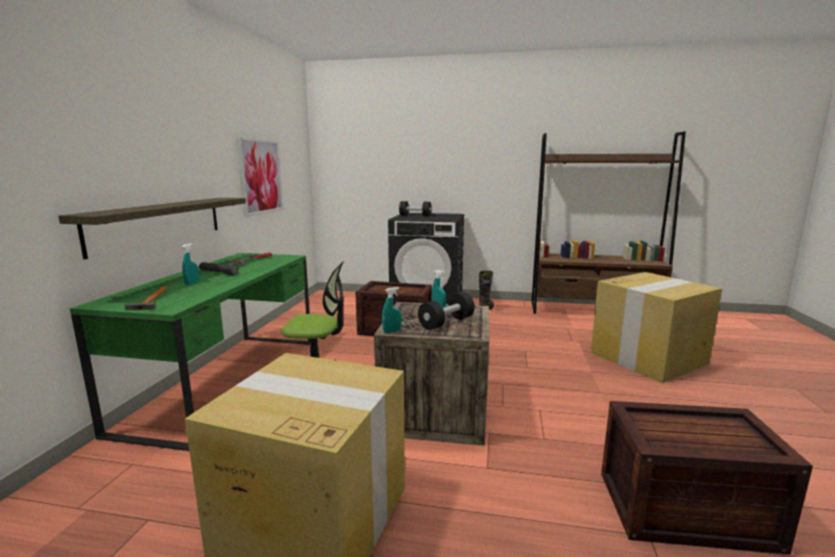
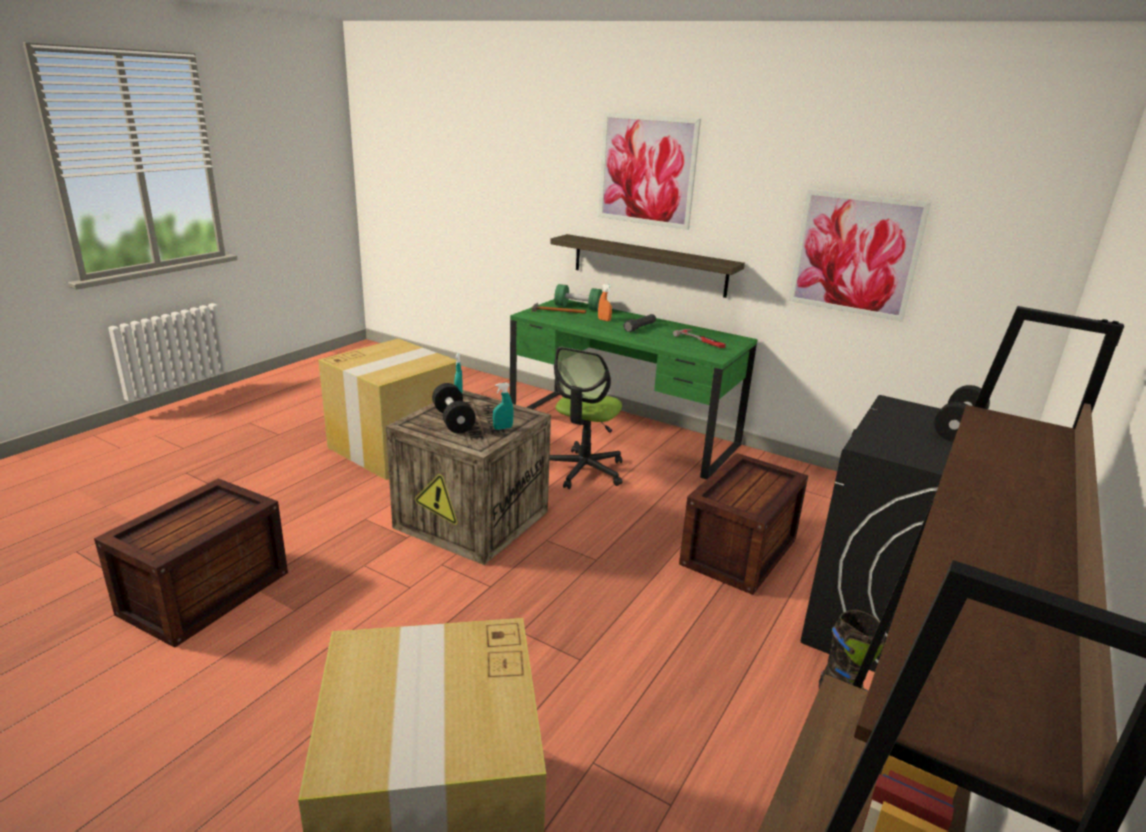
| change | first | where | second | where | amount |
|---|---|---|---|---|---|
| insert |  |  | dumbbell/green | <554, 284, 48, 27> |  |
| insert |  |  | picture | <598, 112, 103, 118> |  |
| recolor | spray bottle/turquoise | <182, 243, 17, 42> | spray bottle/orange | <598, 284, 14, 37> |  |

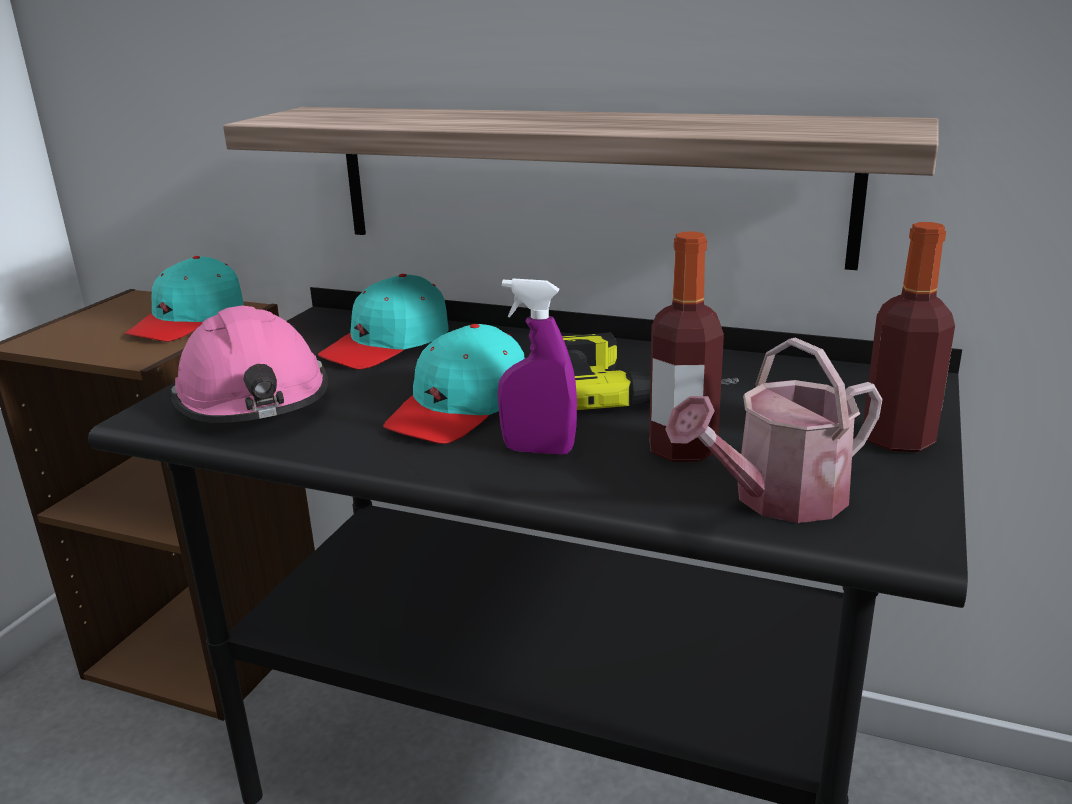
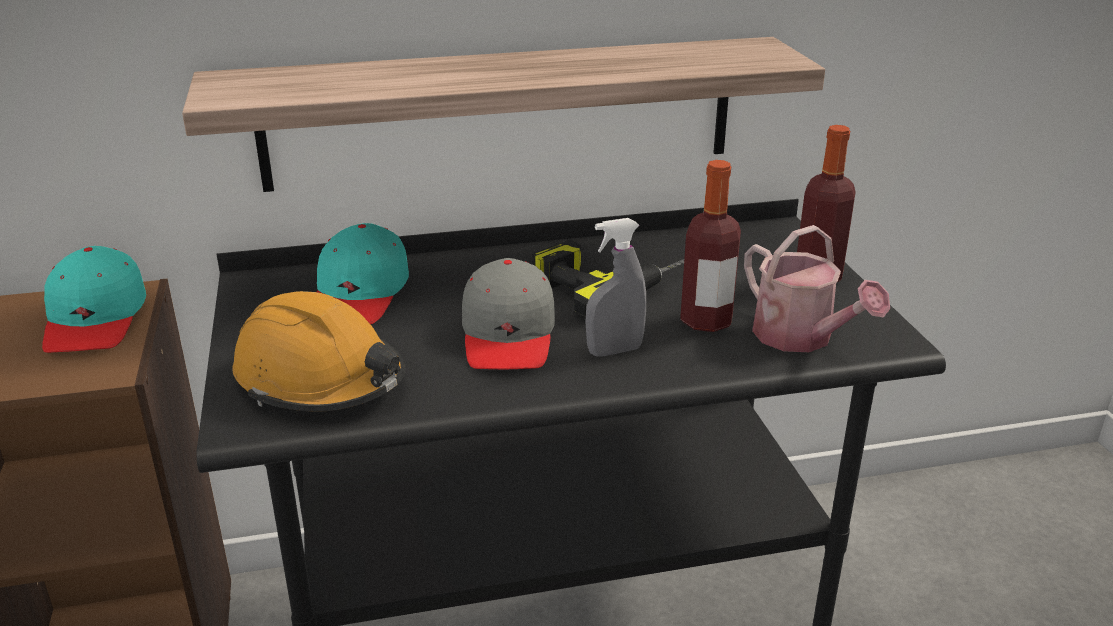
| change | first | where | second | where | amount |
|---|---|---|---|---|---|
| recolor | hard hat/pink | <170, 306, 158, 117> | hard hat/orange | <233, 291, 173, 121> |  |
| recolor | cap/turquoise | <383, 324, 142, 120> | cap/grey | <462, 258, 93, 111> |  |
| recolor | spray bottle/purple | <498, 278, 79, 177> | spray bottle/grey | <586, 218, 60, 139> |  |
| rotate | watering can | <665, 338, 218, 185> |  | <744, 225, 146, 127> | 60 degrees counterclockwise |

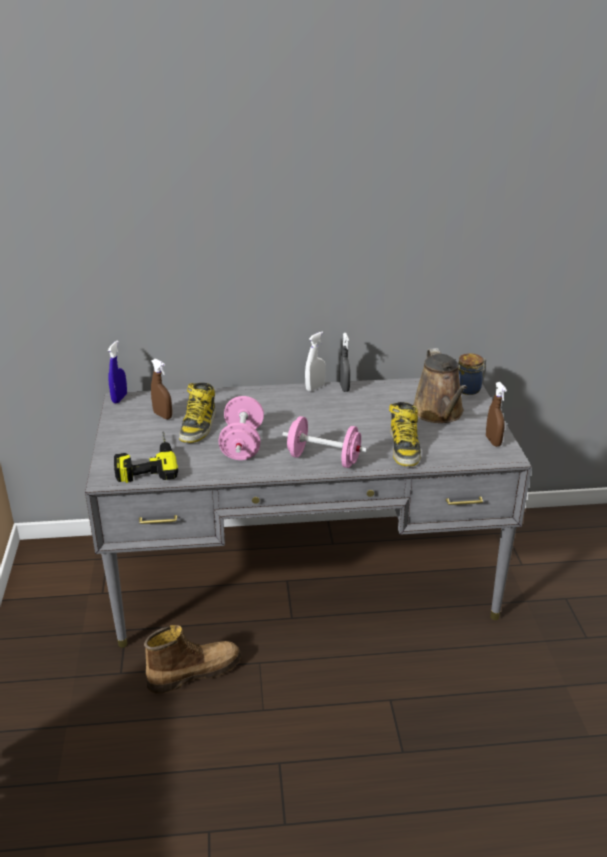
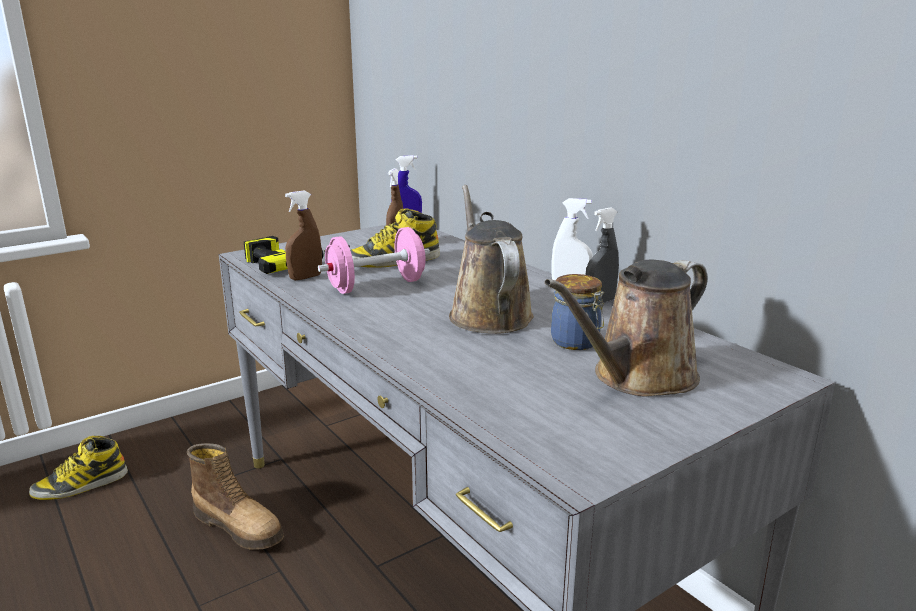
| change | first | where | second | where | amount |
|---|---|---|---|---|---|
| delete | dumbbell/pink | <282, 416, 85, 52> |  |  |  |
| insert |  |  | watering can/brown | <449, 185, 85, 149> |  |
| move | boot | <389, 402, 32, 64> |  | <29, 436, 99, 64> |  |
| move | jar | <458, 353, 28, 42> |  | <551, 274, 53, 76> |  |
| move | spray bottle/brown | <486, 382, 21, 65> |  | <285, 191, 37, 89> |  |

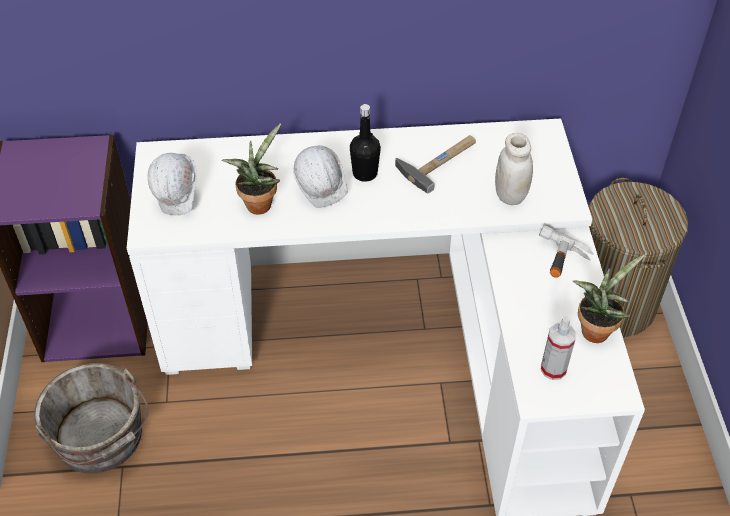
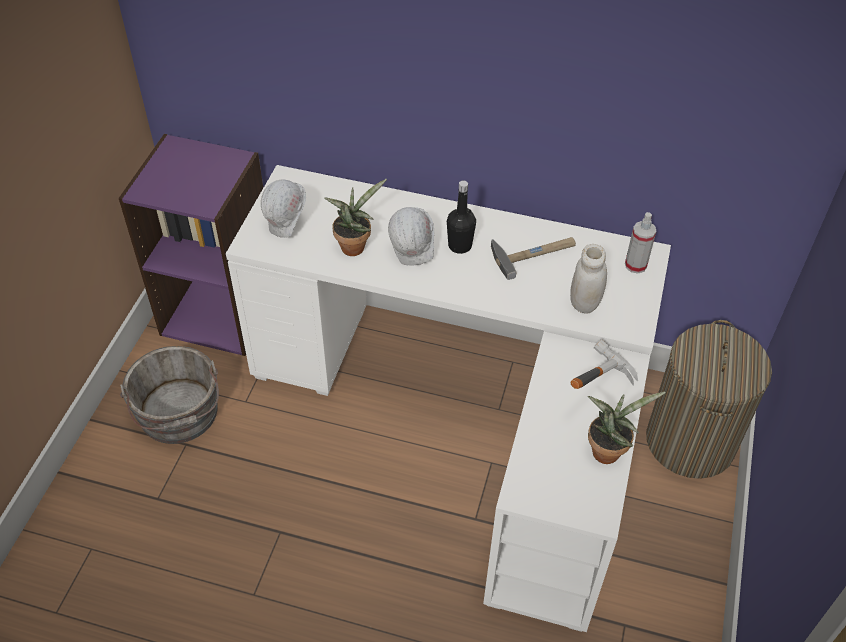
| change | first | where | second | where | amount |
|---|---|---|---|---|---|
| move | spray bottle | <541, 316, 35, 64> |  | <625, 212, 31, 62> |  |

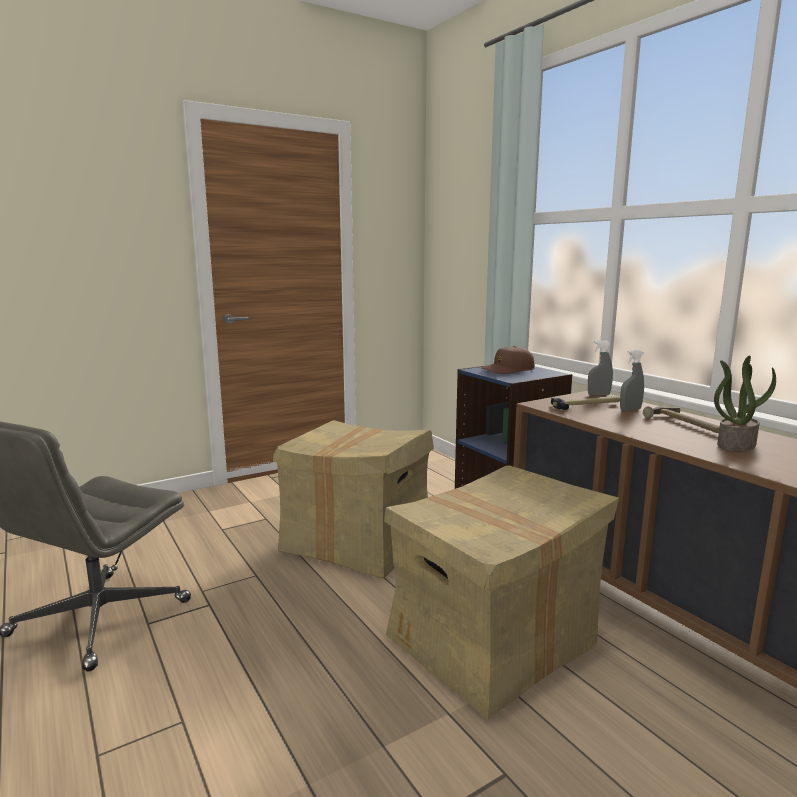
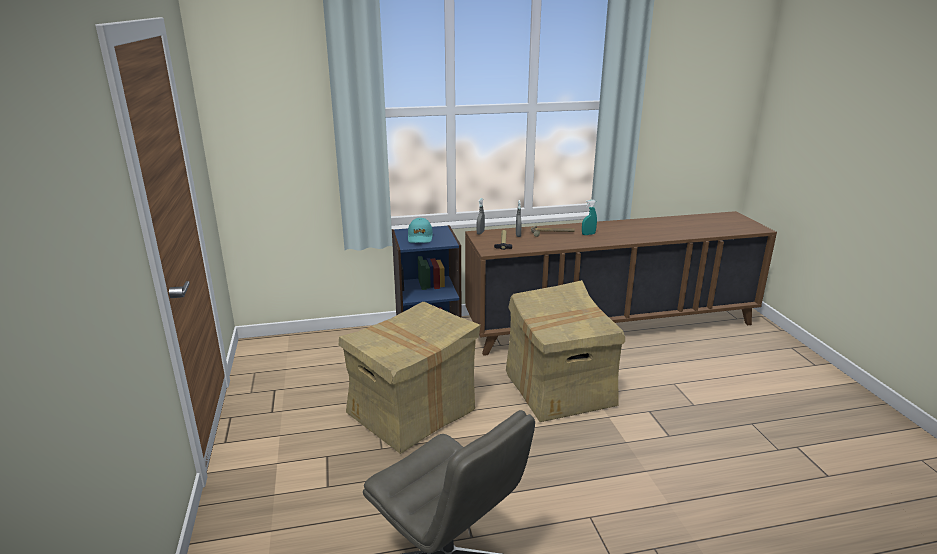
| change | first | where | second | where | amount |
|---|---|---|---|---|---|
| replace | potted plant | <714, 356, 62, 95> | spray bottle/turquoise | <582, 200, 15, 35> |  |
| recolor | cap/brown | <481, 346, 54, 28> | cap/turquoise | <408, 218, 25, 25> |  |

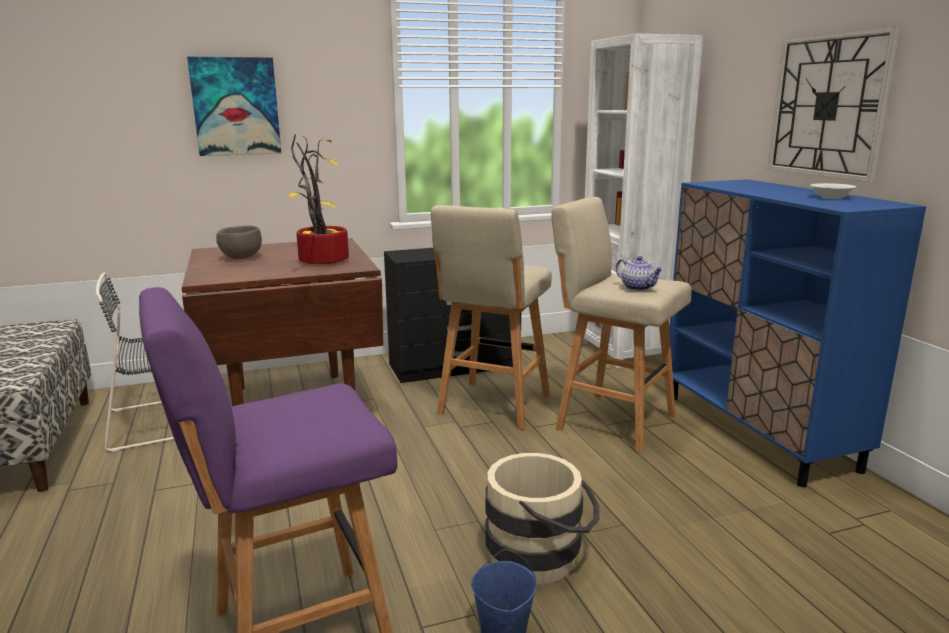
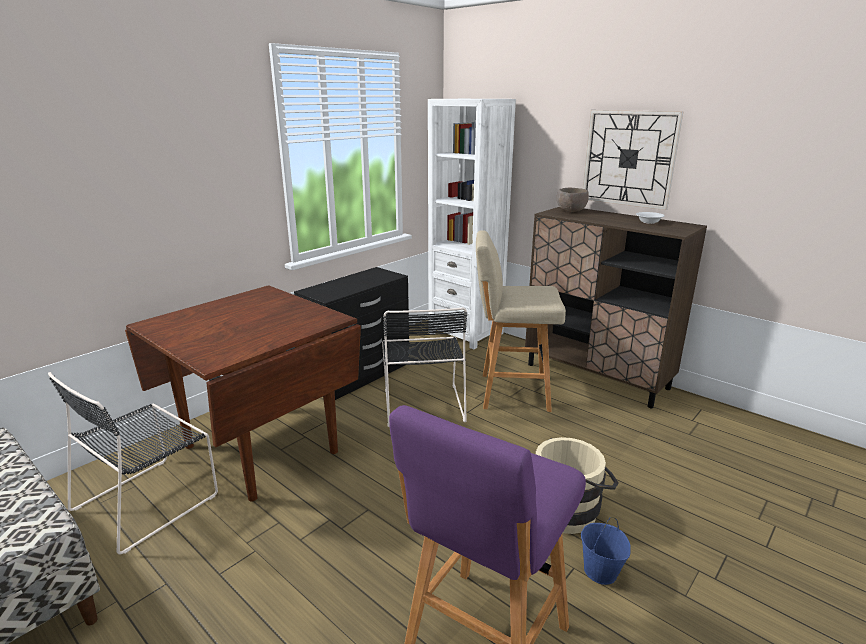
| change | first | where | second | where | amount |
|---|---|---|---|---|---|
| delete | picture | <187, 56, 94, 100> |  |  |  |
| delete | potted plant | <289, 134, 60, 130> |  |  |  |
| delete | teapot | <616, 256, 47, 35> |  |  |  |
| move | bowl/brown | <216, 226, 46, 33> |  | <557, 188, 32, 24> |  |
| replace | stool/beige | <431, 205, 121, 225> | chair/black | <382, 307, 85, 120> |  |
| recolor | cabinet/blue | <669, 179, 258, 308> | cabinet/brown | <525, 207, 182, 201> |  |

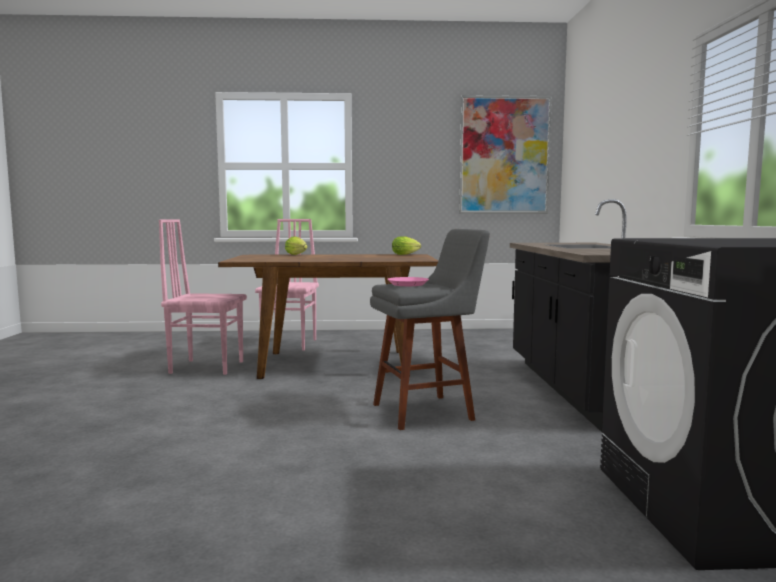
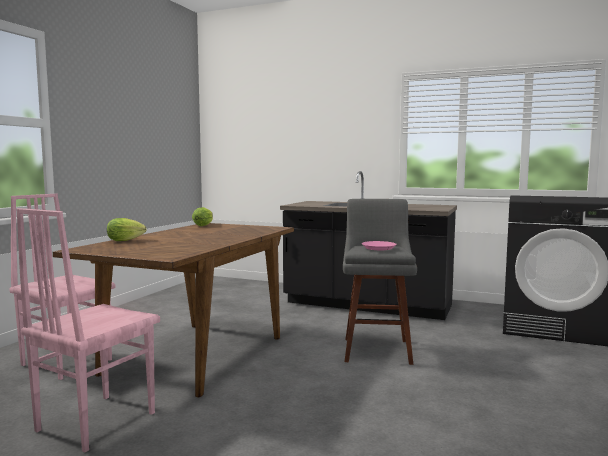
| change | first | where | second | where | amount |
|---|---|---|---|---|---|
| delete | picture | <459, 95, 93, 119> |  |  |  |

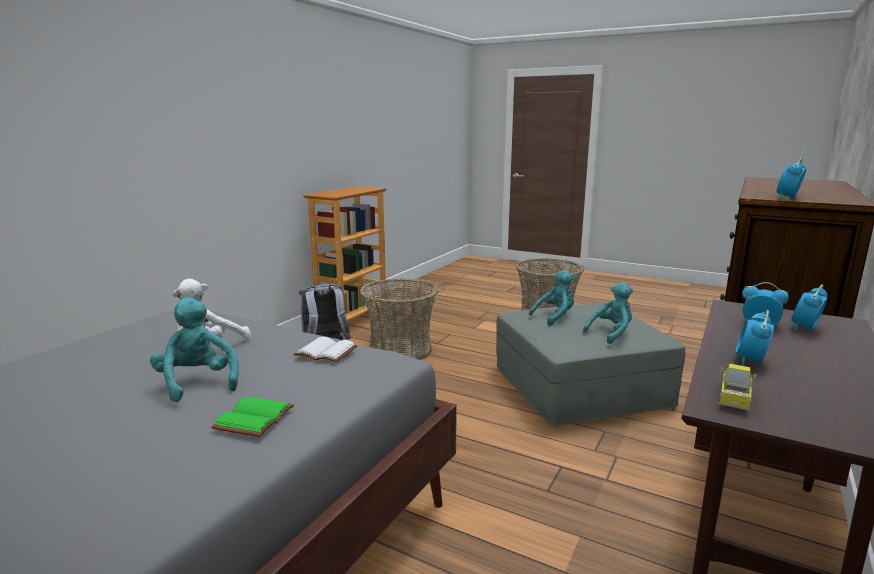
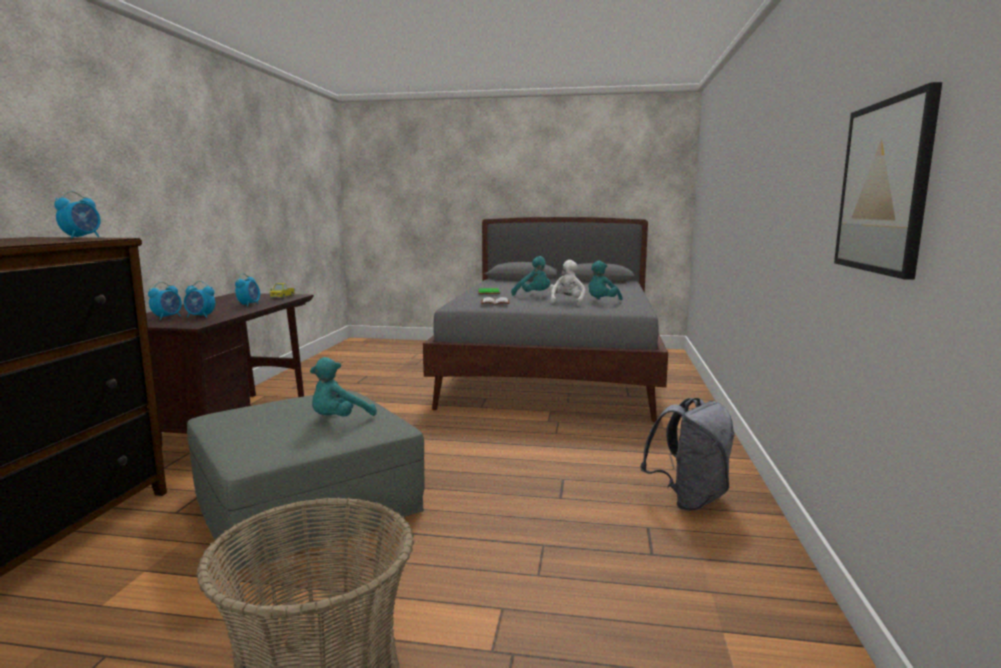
| change | first | where | second | where | amount |
|---|---|---|---|---|---|
| delete | bookcase | <303, 186, 84, 136> |  |  |  |
| delete | basket | <360, 278, 79, 82> |  |  |  |
| insert |  |  | picture | <834, 82, 108, 198> |  |
| move | plush toy/turquoise | <583, 282, 50, 62> |  | <588, 261, 35, 39> |  |

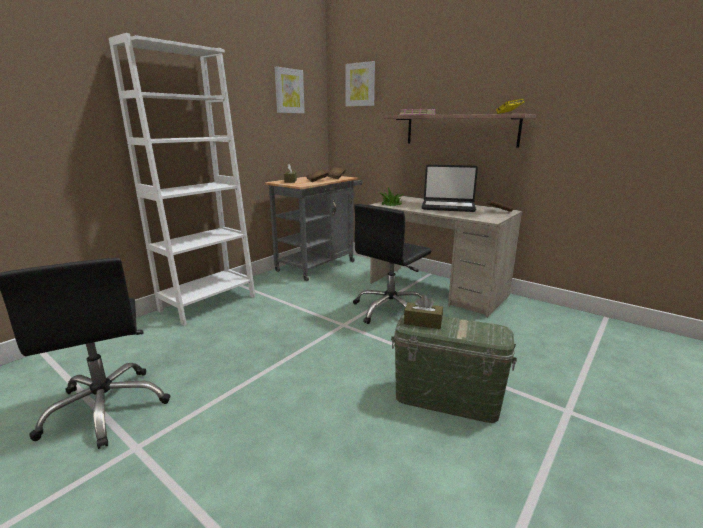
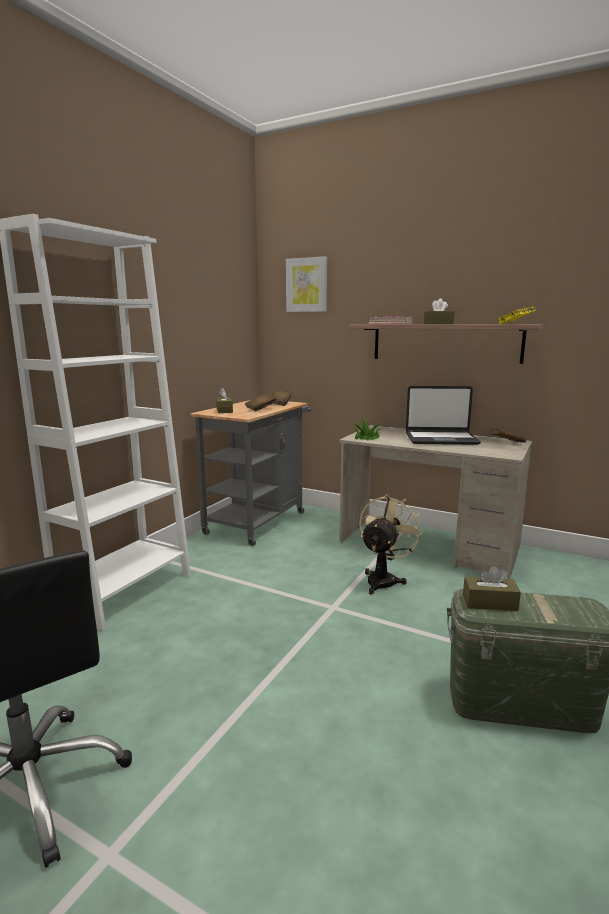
| change | first | where | second | where | amount |
|---|---|---|---|---|---|
| delete | picture | <274, 67, 31, 46> |  |  |  |
| insert |  |  | tissue box/brown | <424, 298, 30, 26> |  |
| replace | office chair/black | <353, 204, 78, 120> | fan/beige | <359, 494, 65, 101> |  |

